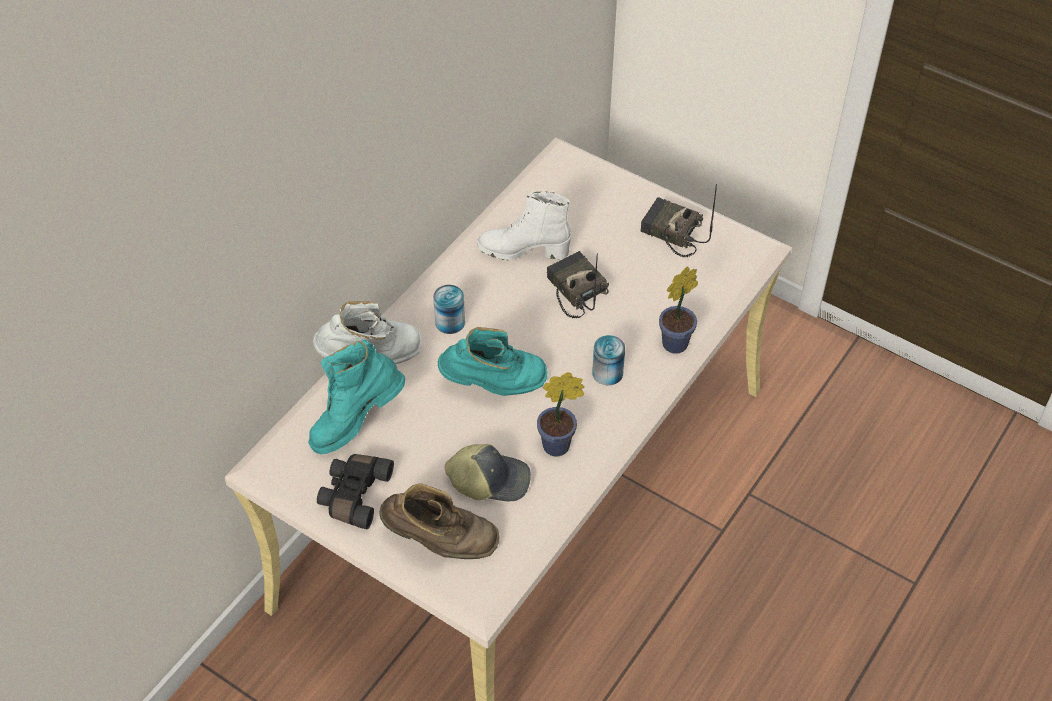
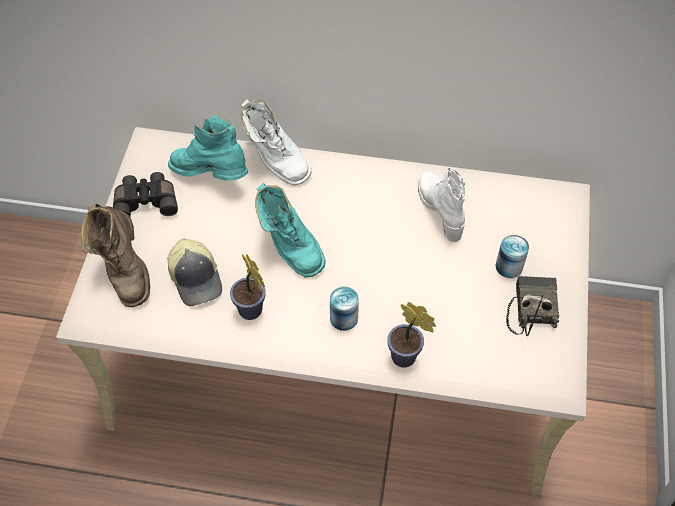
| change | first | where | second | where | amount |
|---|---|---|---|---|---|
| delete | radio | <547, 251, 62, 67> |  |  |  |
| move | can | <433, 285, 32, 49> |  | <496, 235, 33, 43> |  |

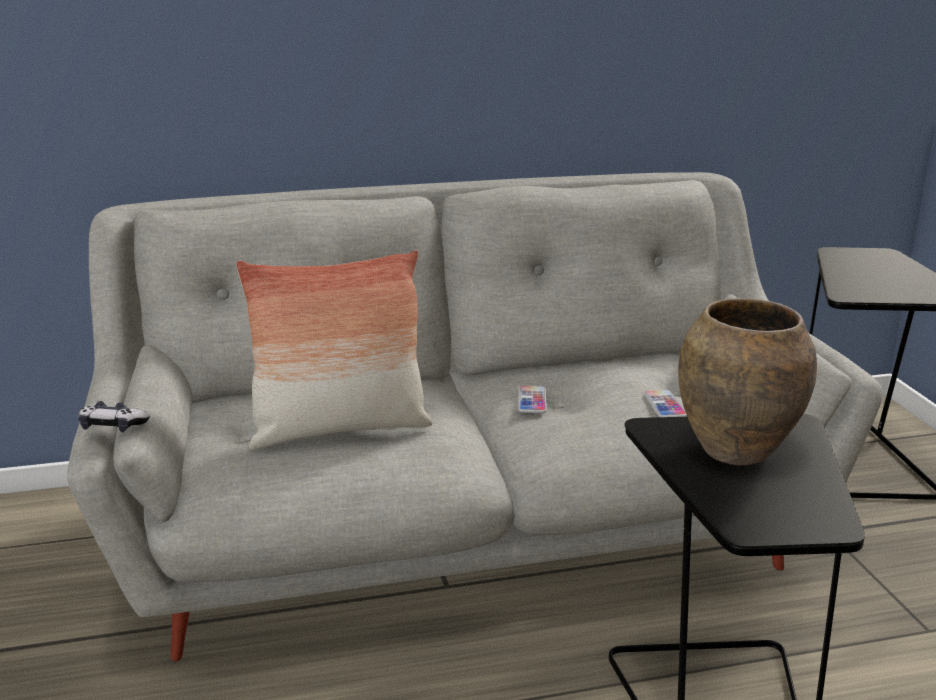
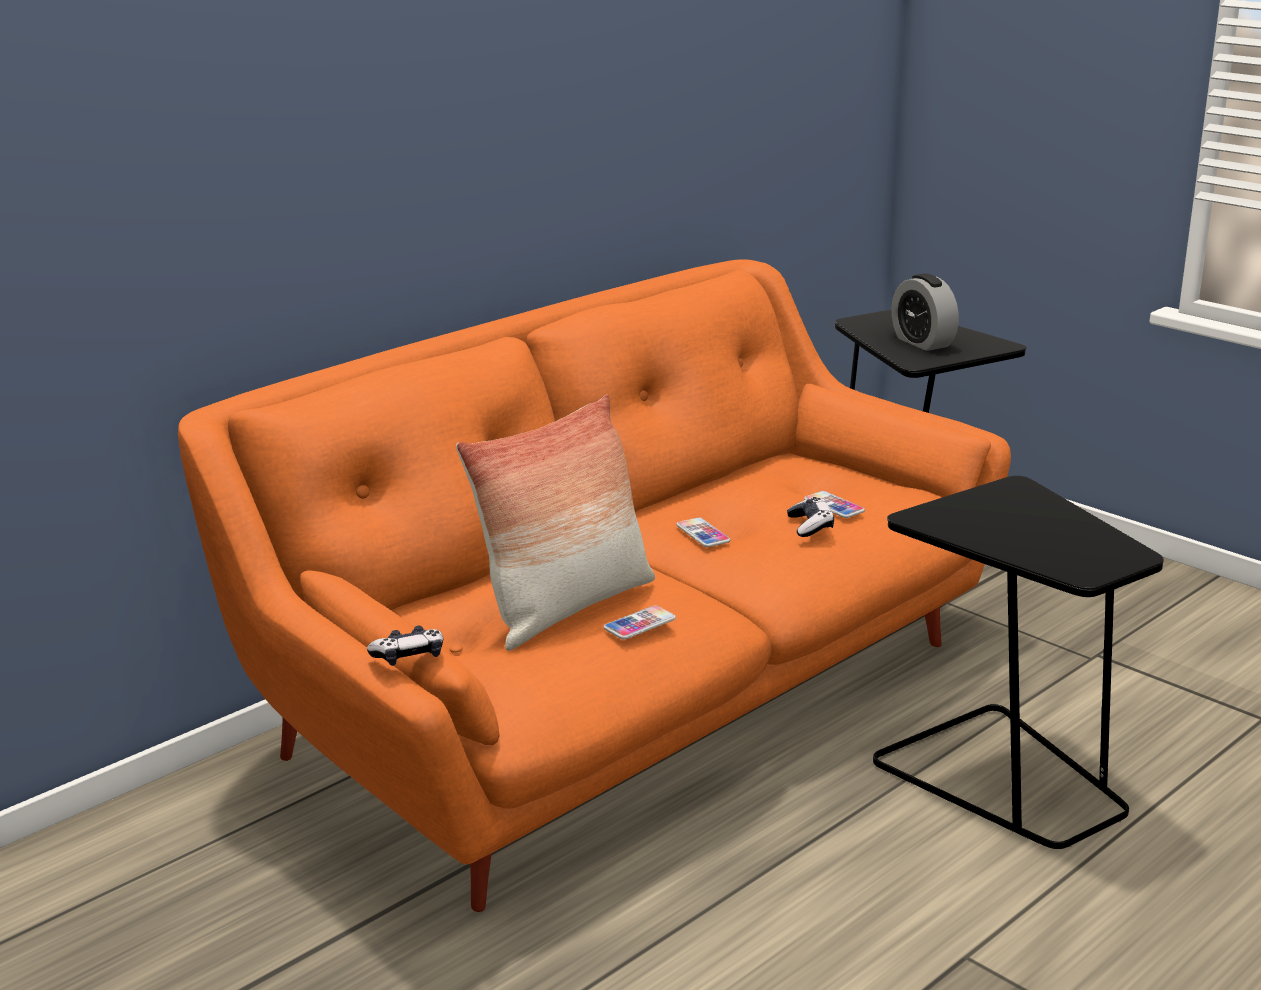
| change | first | where | second | where | amount |
|---|---|---|---|---|---|
| delete | vase/brown | <678, 298, 139, 167> |  |  |  |
| insert |  |  | phone | <603, 605, 73, 35> |  |
| insert |  |  | game controller | <787, 497, 47, 40> |  |
| insert |  |  | alarm clock | <891, 273, 68, 78> |  |
| recolor | sofa/grey | <67, 172, 815, 489> | sofa/orange | <178, 259, 833, 653> |  |

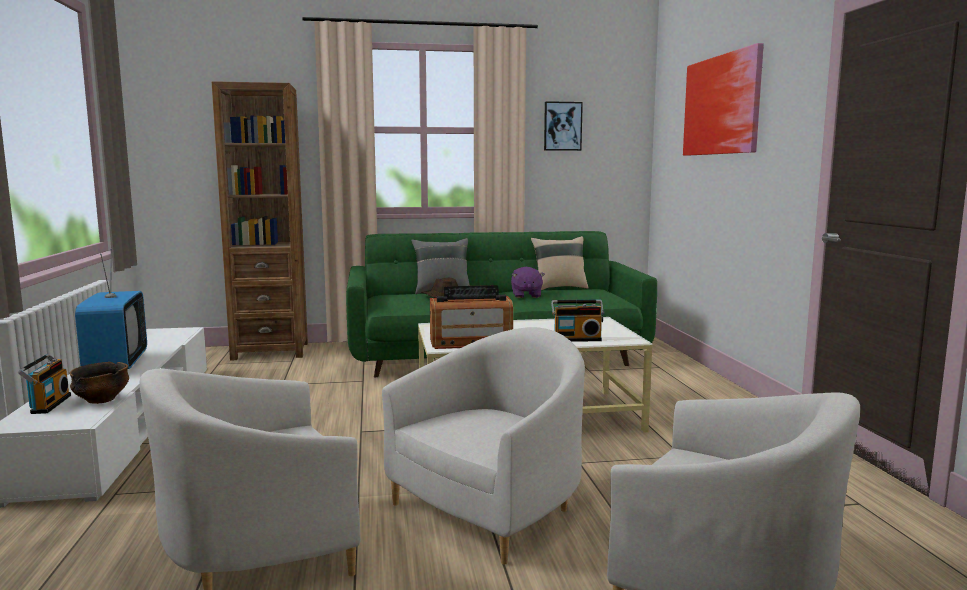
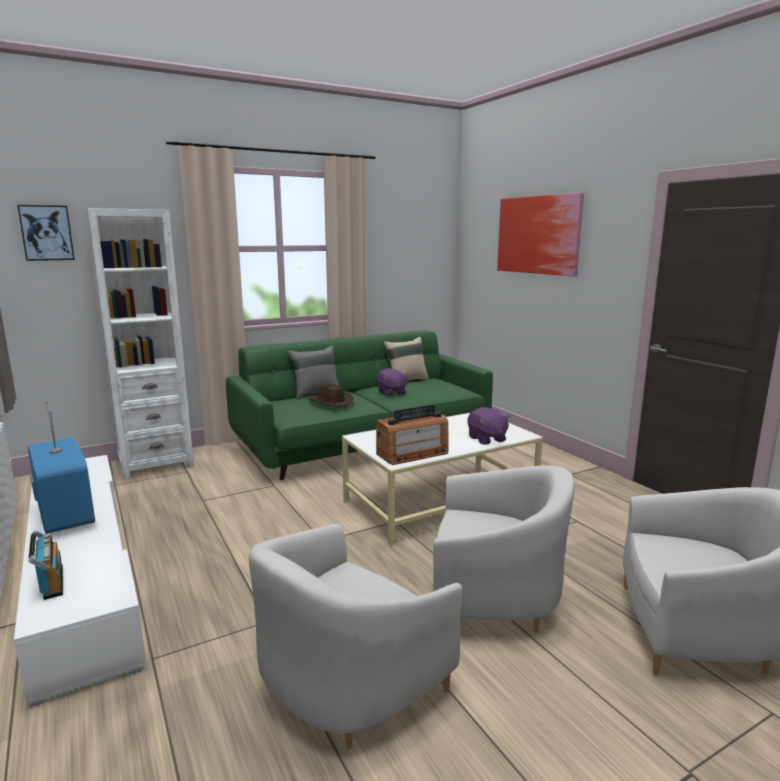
| change | first | where | second | where | amount |
|---|---|---|---|---|---|
| delete | bowl | <70, 362, 59, 42> |  |  |  |
| move | picture | <544, 101, 39, 50> |  | <17, 205, 58, 56> |  |
| replace | radio | <551, 300, 53, 42> | plush toy/purple | <467, 407, 43, 38> |  |
| recolor | bookcase/brown | <212, 81, 96, 280> | bookcase/white | <86, 208, 108, 271> |  |
| rotate | armchair/white | <382, 327, 203, 238> |  | <433, 465, 142, 168> | 75 degrees clockwise |

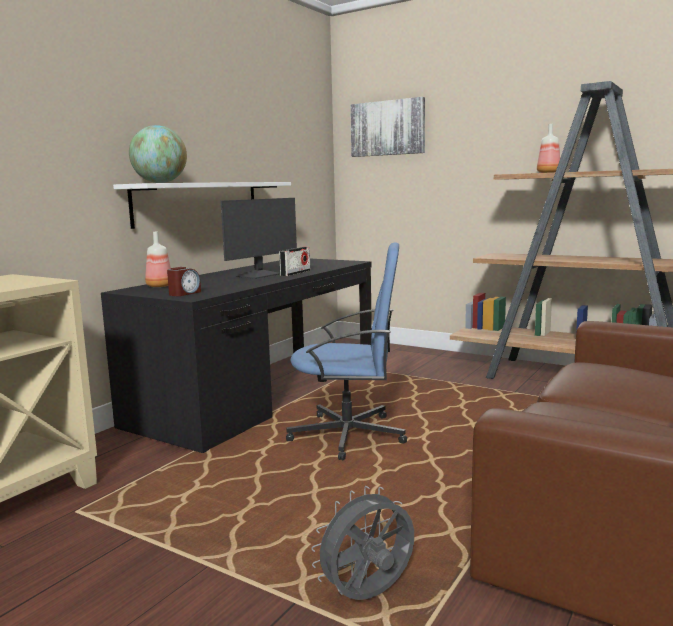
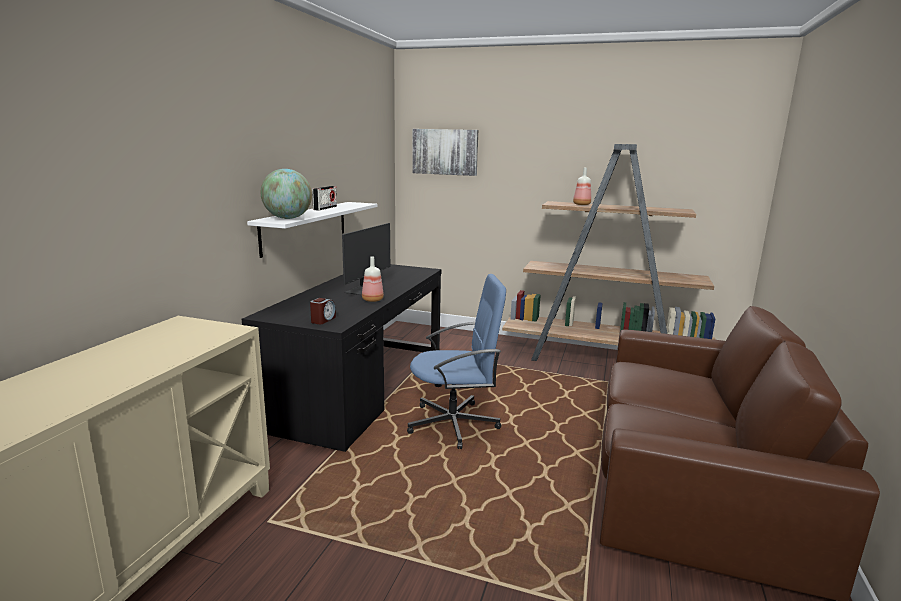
| change | first | where | second | where | amount |
|---|---|---|---|---|---|
| delete | fan/grey | <311, 486, 103, 114> |  |  |  |
| move | bottle | <145, 232, 26, 55> |  | <362, 256, 22, 46> |  |
| move | radio | <279, 247, 31, 29> |  | <312, 186, 25, 25> |  |

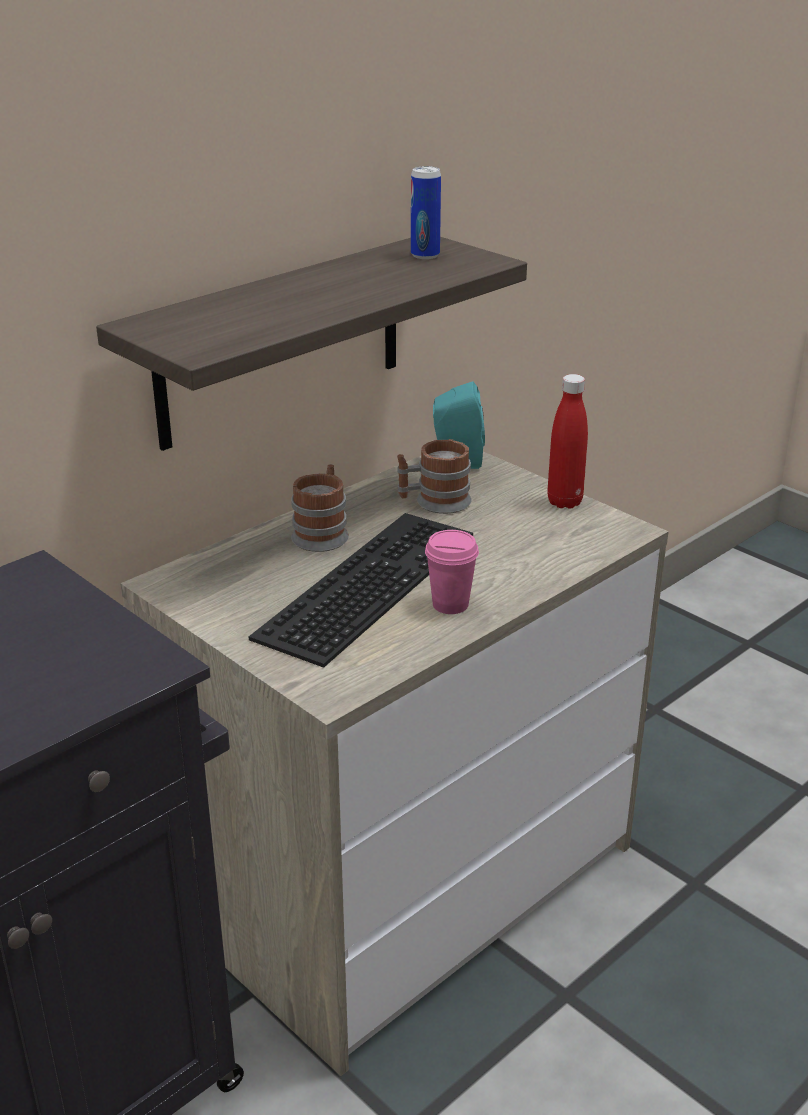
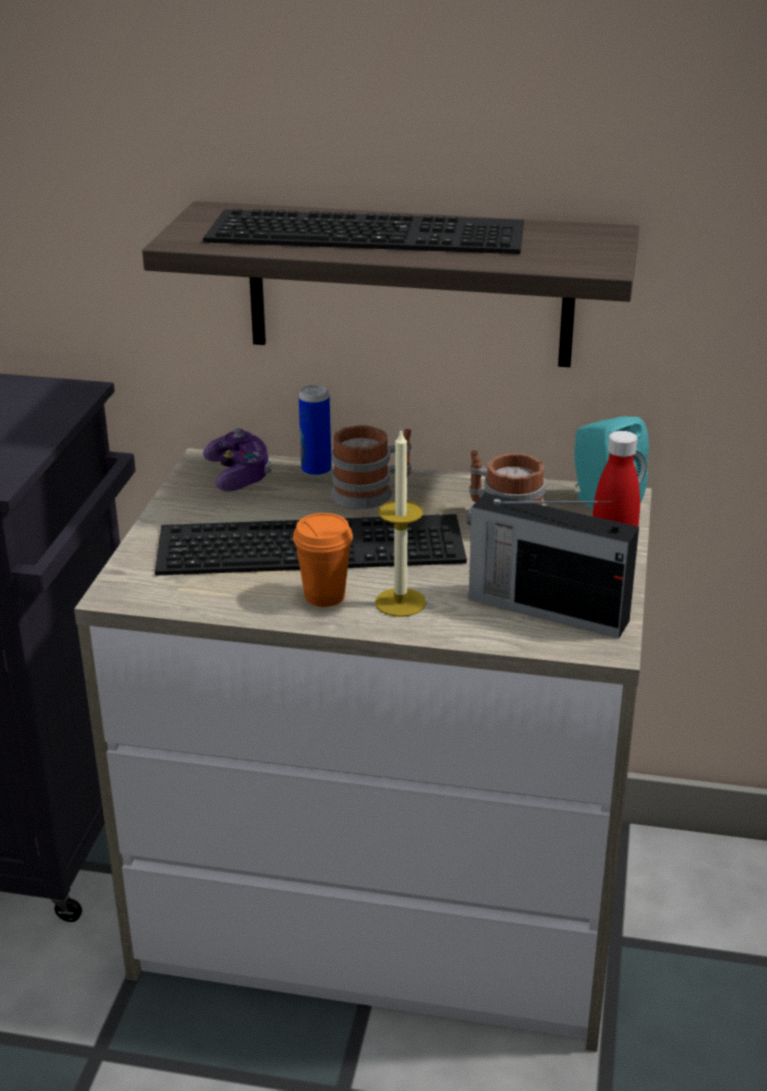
| change | first | where | second | where | amount |
|---|---|---|---|---|---|
| insert |  |  | keyboard | <203, 209, 321, 45> |  |
| insert |  |  | game controller | <203, 428, 68, 64> |  |
| insert |  |  | candle | <375, 431, 51, 186> |  |
| insert |  |  | radio | <467, 493, 172, 145> |  |
| move | can | <411, 166, 30, 93> |  | <299, 385, 32, 92> |  |
| recolor | cup/pink | <425, 530, 54, 84> | cup/orange | <293, 513, 60, 94> |  |

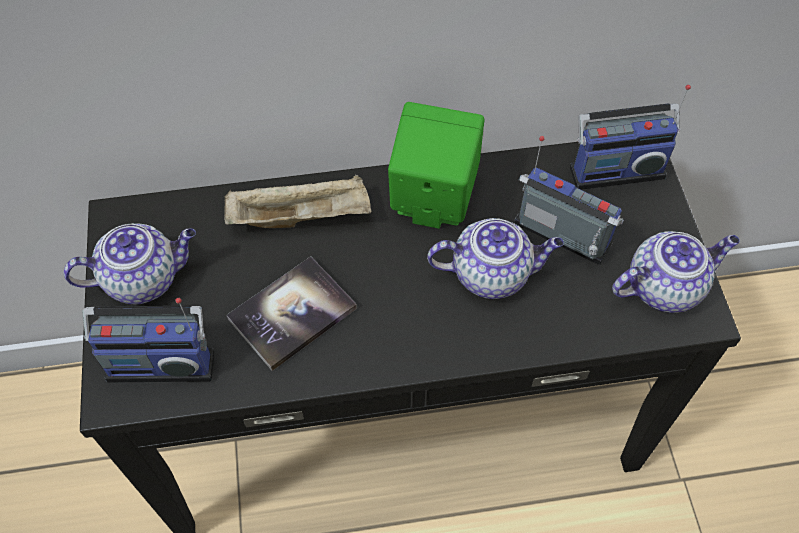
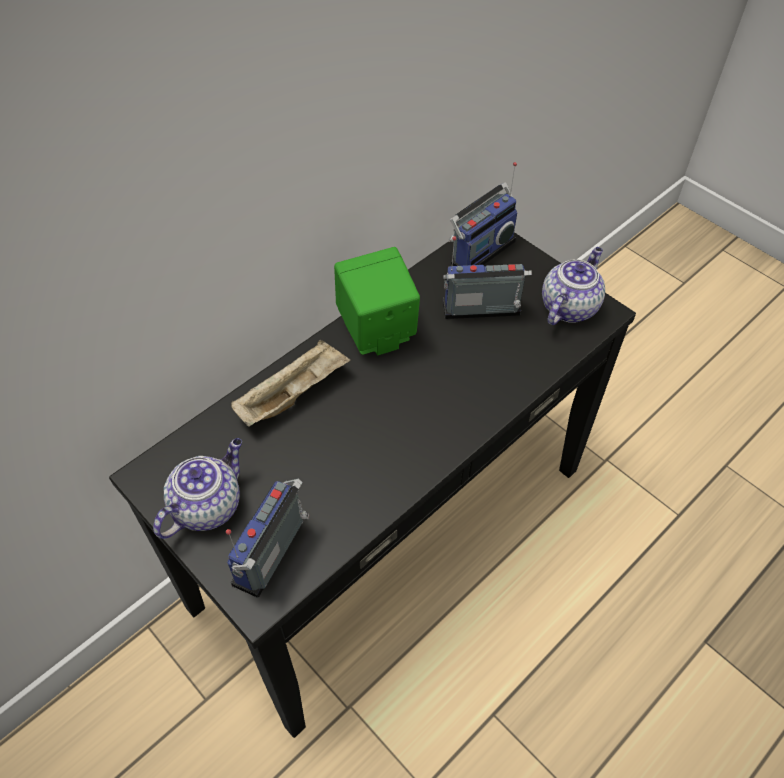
| change | first | where | second | where | amount |
|---|---|---|---|---|---|
| delete | book | <227, 256, 130, 115> |  |  |  |
| delete | teapot | <427, 218, 137, 81> |  |  |  |
| rotate | radio | <83, 298, 132, 84> |  | <226, 479, 83, 119> | 150 degrees clockwise |

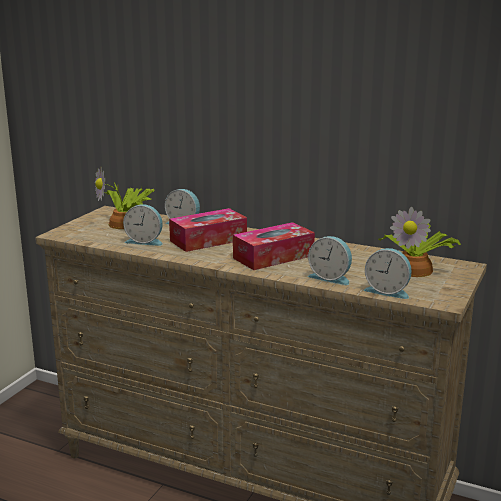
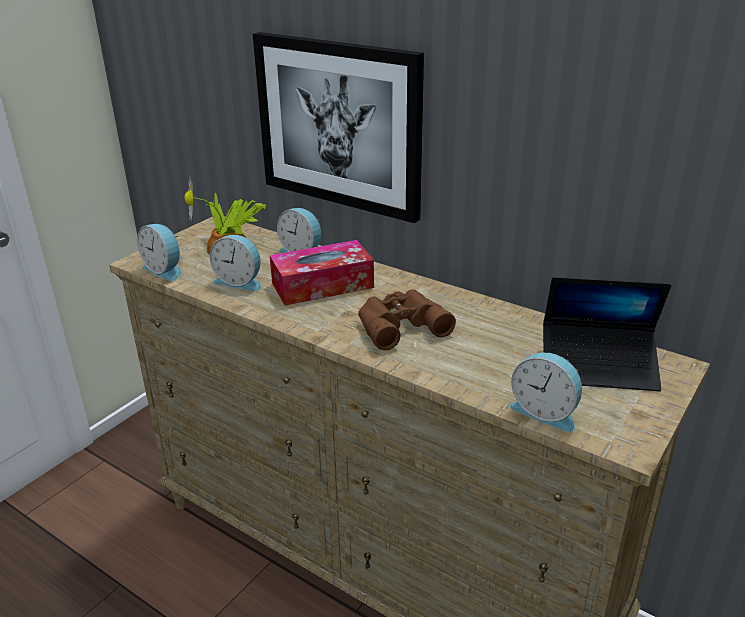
| change | first | where | second | where | amount |
|---|---|---|---|---|---|
| insert |  |  | picture | <253, 32, 171, 191> |  |
| move | alarm clock | <308, 236, 44, 49> |  | <137, 224, 44, 57> |  |
| replace | tissue box | <233, 222, 82, 48> | binoculars/brown | <358, 289, 98, 61> |  |
| replace | potted plant | <379, 207, 82, 70> | laptop | <543, 277, 128, 114> |  |

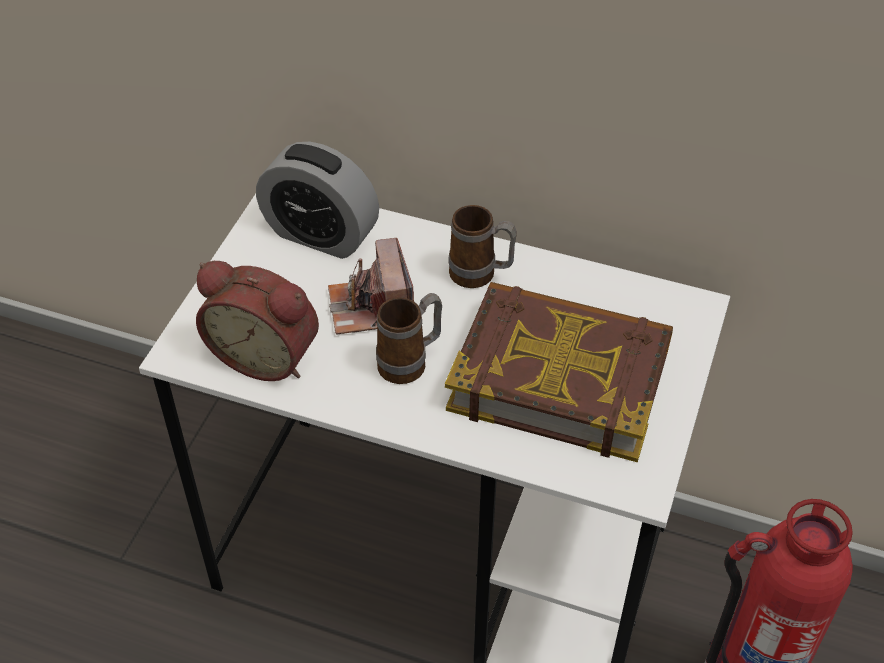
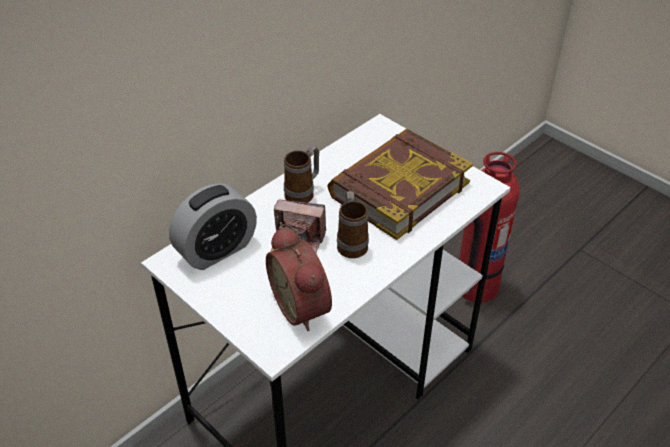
| change | first | where | second | where | amount |
|---|---|---|---|---|---|
| rotate | alarm clock | <196, 261, 123, 120> |  | <266, 226, 66, 105> | 105 degrees clockwise |

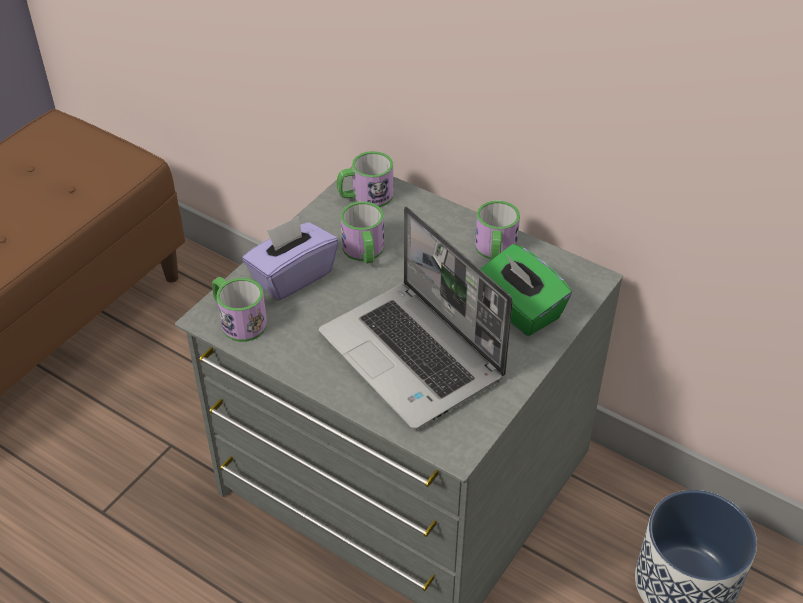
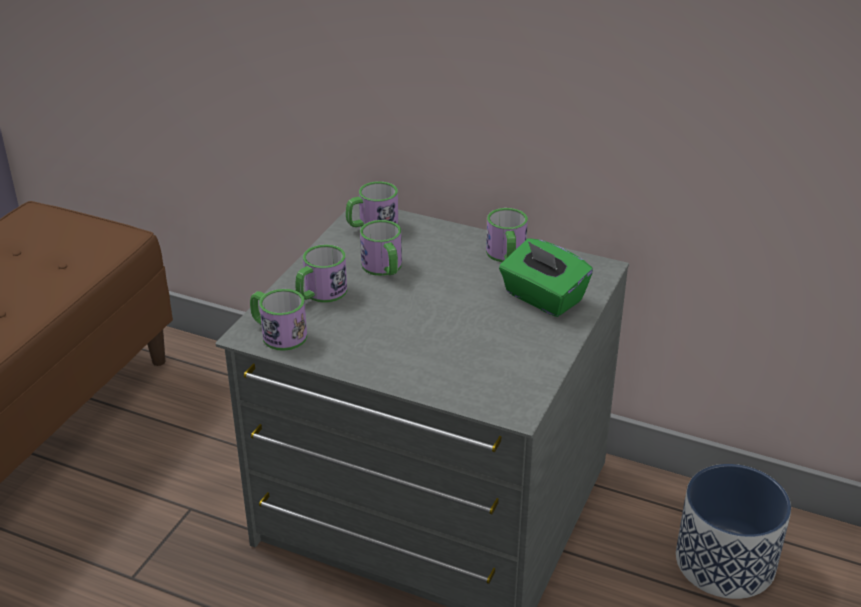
| change | first | where | second | where | amount |
|---|---|---|---|---|---|
| delete | laptop | <319, 206, 194, 224> |  |  |  |
| replace | tissue box/purple | <242, 216, 96, 85> | mug | <296, 245, 51, 58> |  |

